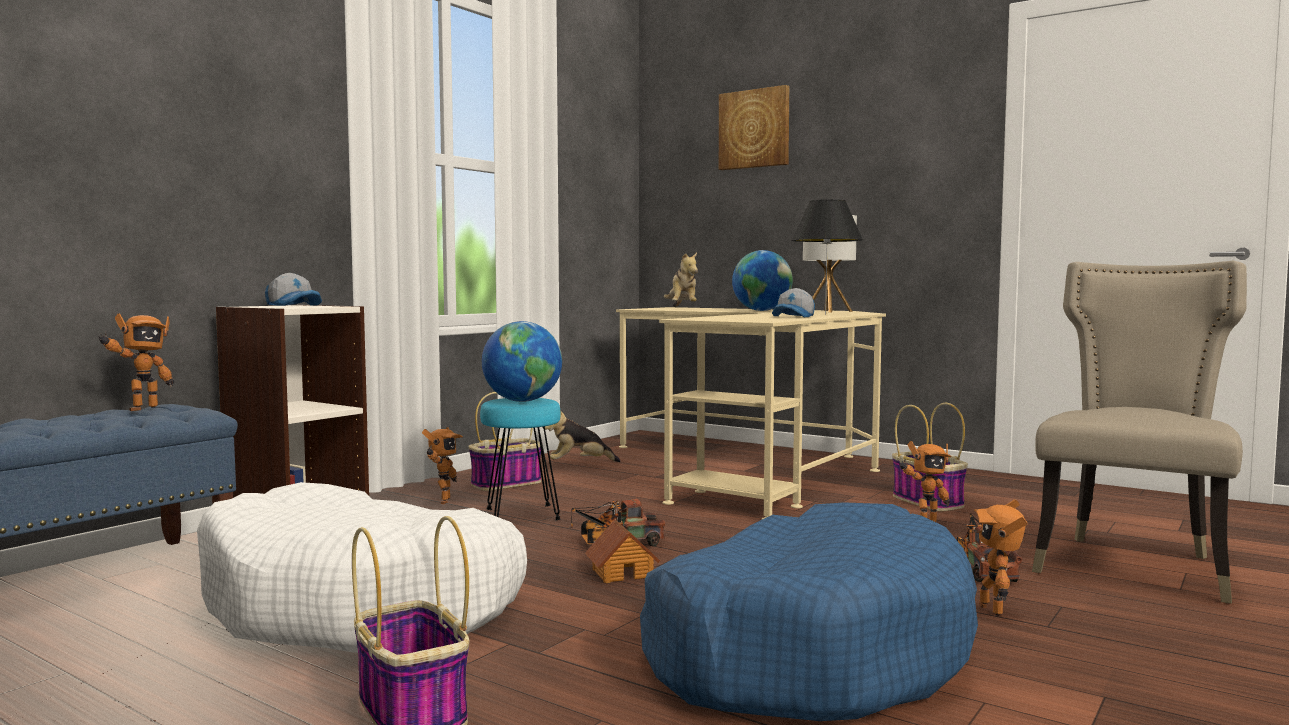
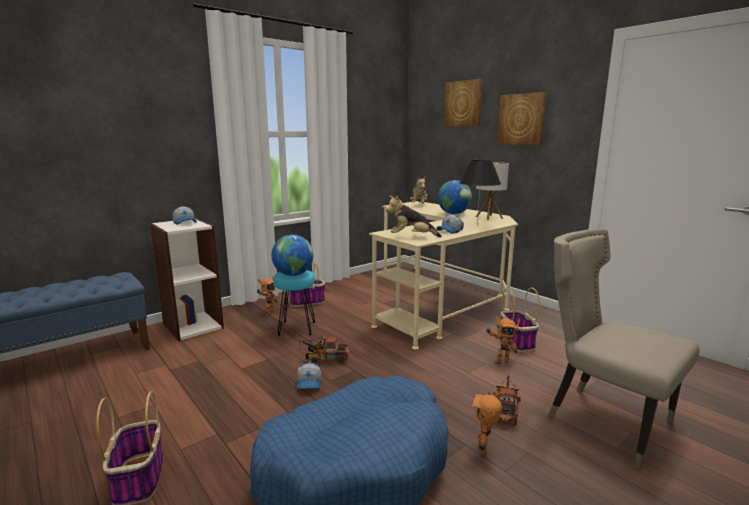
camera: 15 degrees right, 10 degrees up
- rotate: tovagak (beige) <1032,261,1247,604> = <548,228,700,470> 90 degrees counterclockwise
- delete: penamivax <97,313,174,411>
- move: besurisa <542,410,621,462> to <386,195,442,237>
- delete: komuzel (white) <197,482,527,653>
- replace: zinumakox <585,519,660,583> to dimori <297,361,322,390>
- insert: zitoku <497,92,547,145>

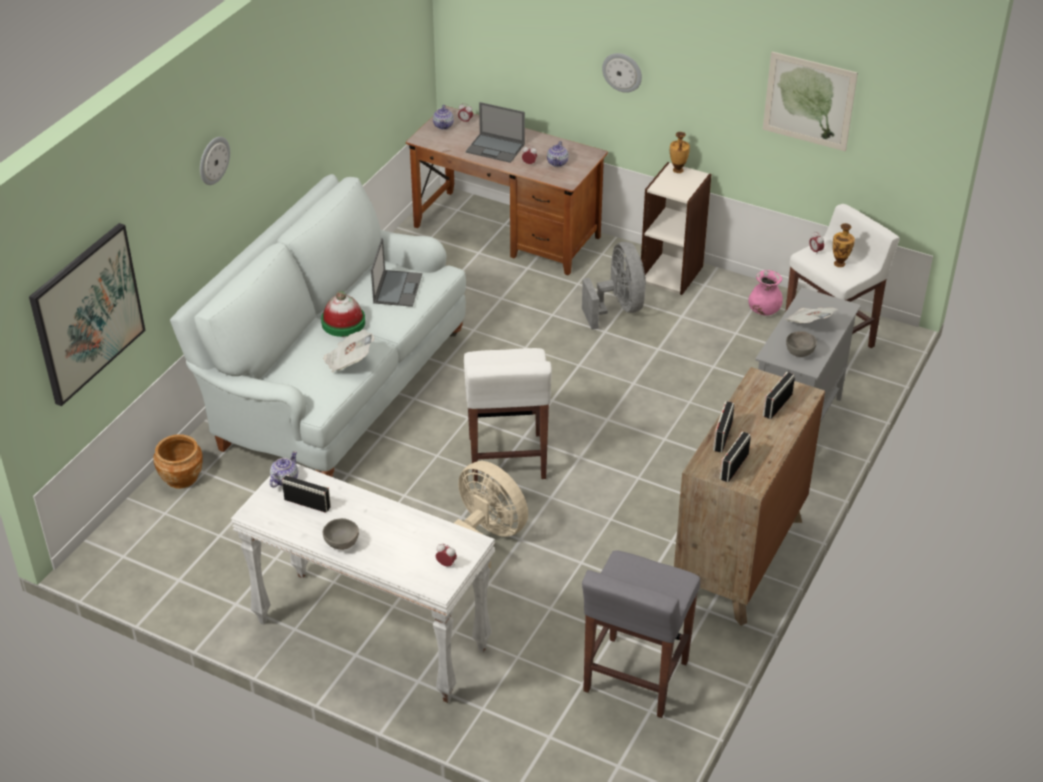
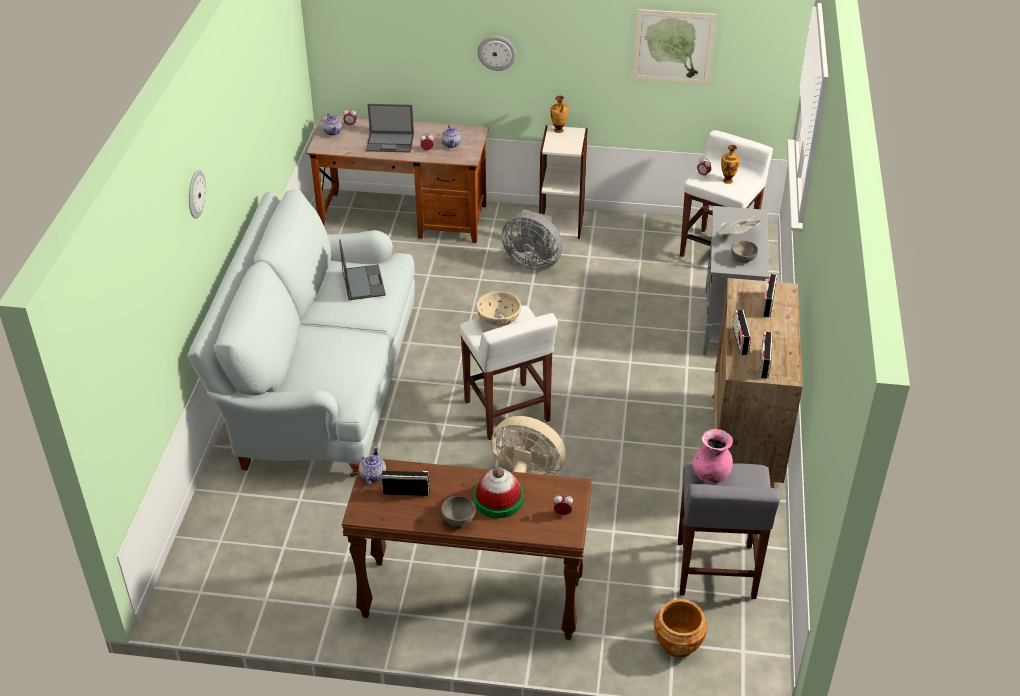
camera: 20 degrees left, 0 degrees up
- delete: zitoku <29,223,146,406>
- rotate: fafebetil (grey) <582,242,646,330> = <502,209,563,270> 150 degrees clockwise
- move: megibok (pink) <748,270,783,316> to <692,429,733,483>
- move: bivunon <321,291,365,337> to <474,467,524,518>
- delete: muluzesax <323,330,374,373>
- move: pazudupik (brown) <153,434,203,489> to <654,599,707,658>
- recolor: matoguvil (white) <231,463,495,703> to matoguvil (brown) <342,457,591,640>
- insert: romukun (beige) <476,291,521,326>

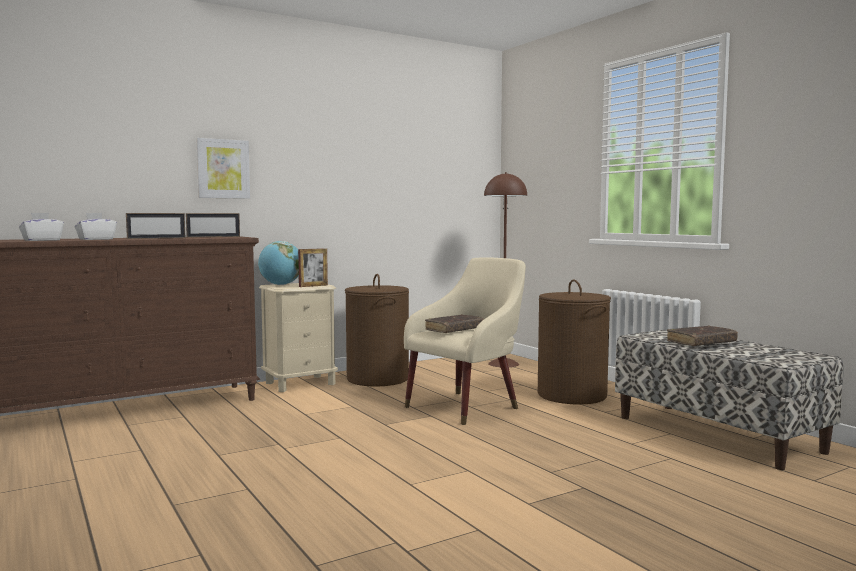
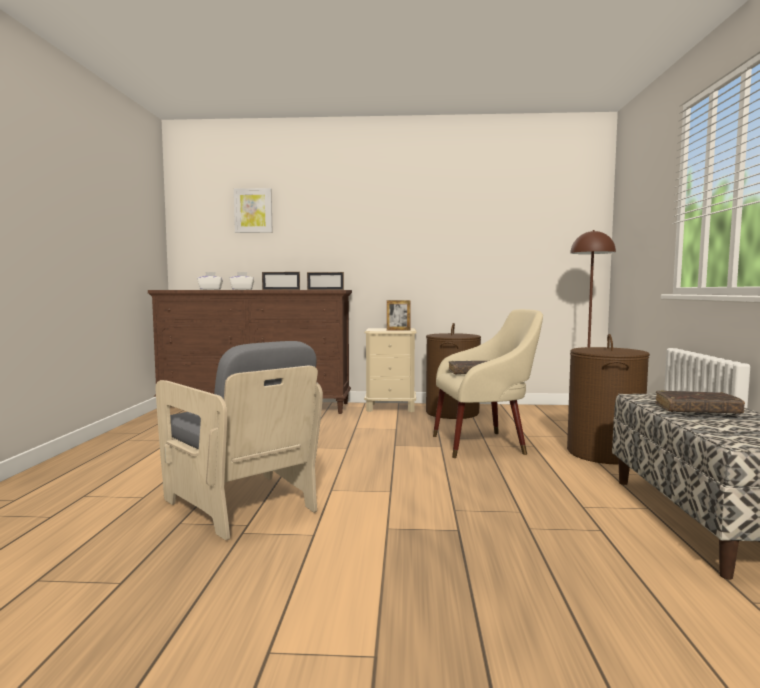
camera: 35 degrees right, 0 degrees up
- move: zitoku <196,138,250,199> to <234,188,273,233>
- delete: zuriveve <258,241,299,285>
- insert: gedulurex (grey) <155,341,323,540>

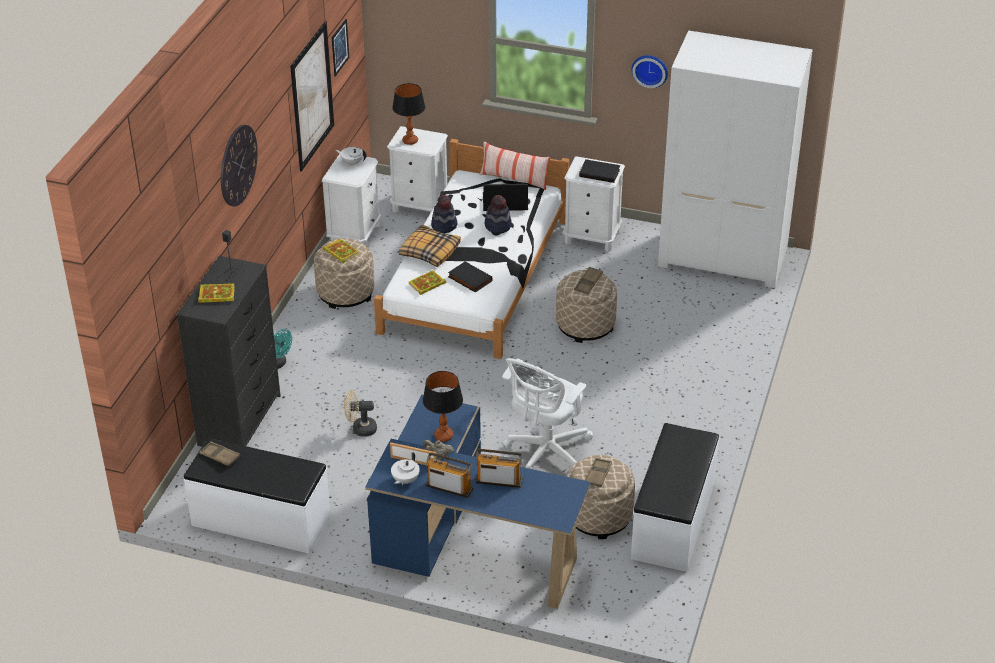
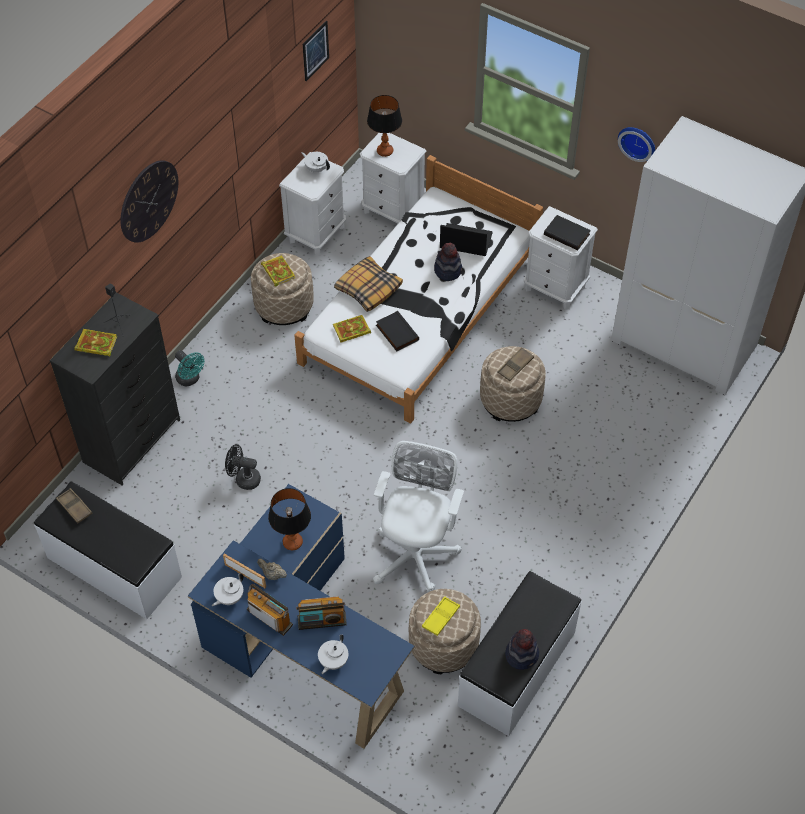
camera: 15 degrees right, 15 degrees up
- delete: zitoku <290,21,334,172>
- delete: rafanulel <480,141,550,190>
- move: bivunon <431,195,457,233> to <505,629,539,670>
- rotate: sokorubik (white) <502,358,593,470> = <373,441,464,592> 150 degrees clockwise
- recolor: fafebetil (beige) <344,390,377,437> to fafebetil (black) <225,444,261,490>
- rotate: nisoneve <475,449,523,488> = <296,596,347,630> 150 degrees clockwise
- recolor: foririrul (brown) <585,458,612,487> to foririrul (yellow) <422,597,460,636>
- insert: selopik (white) <318,634,348,674>

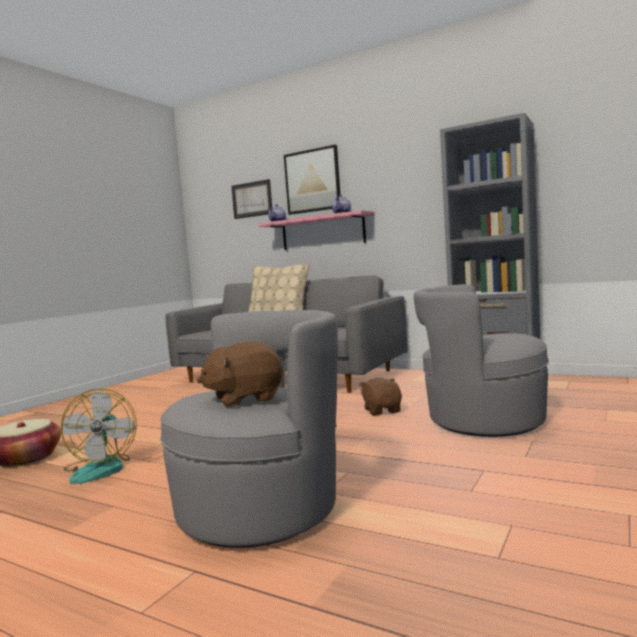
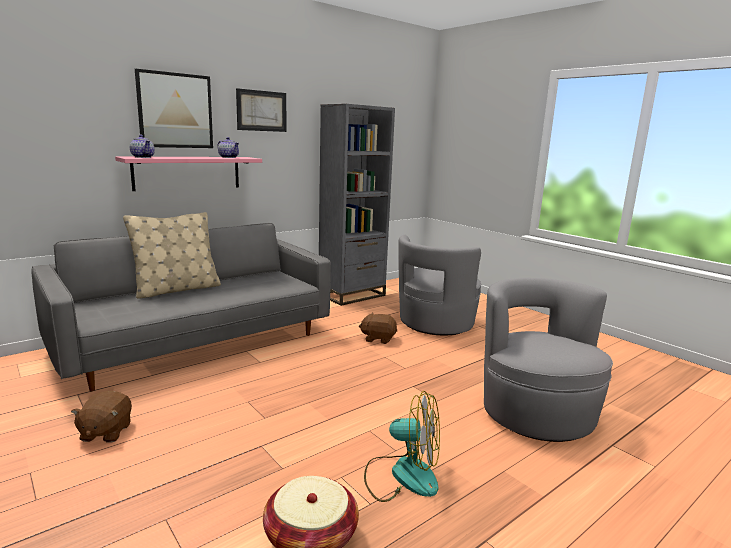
camera: 70 degrees left, 10 degrees up
- move: zitoku <231,179,272,219> to <236,88,286,132>
- move: besurisa (brown) <197,341,283,407> to <71,391,132,443>

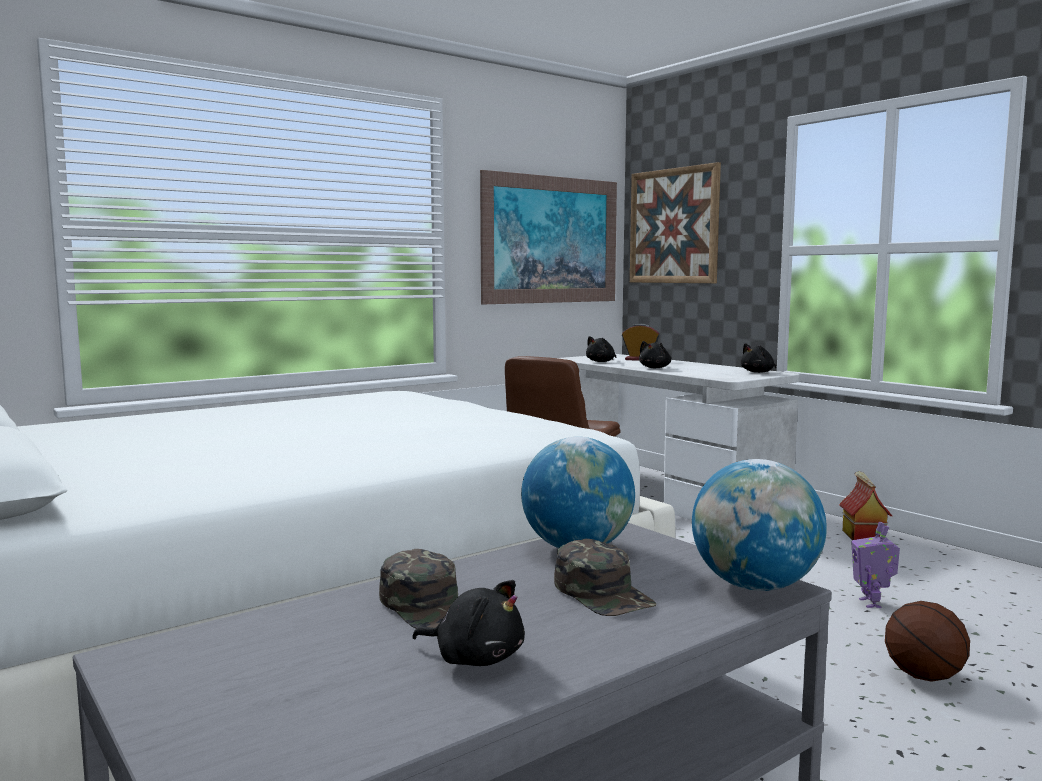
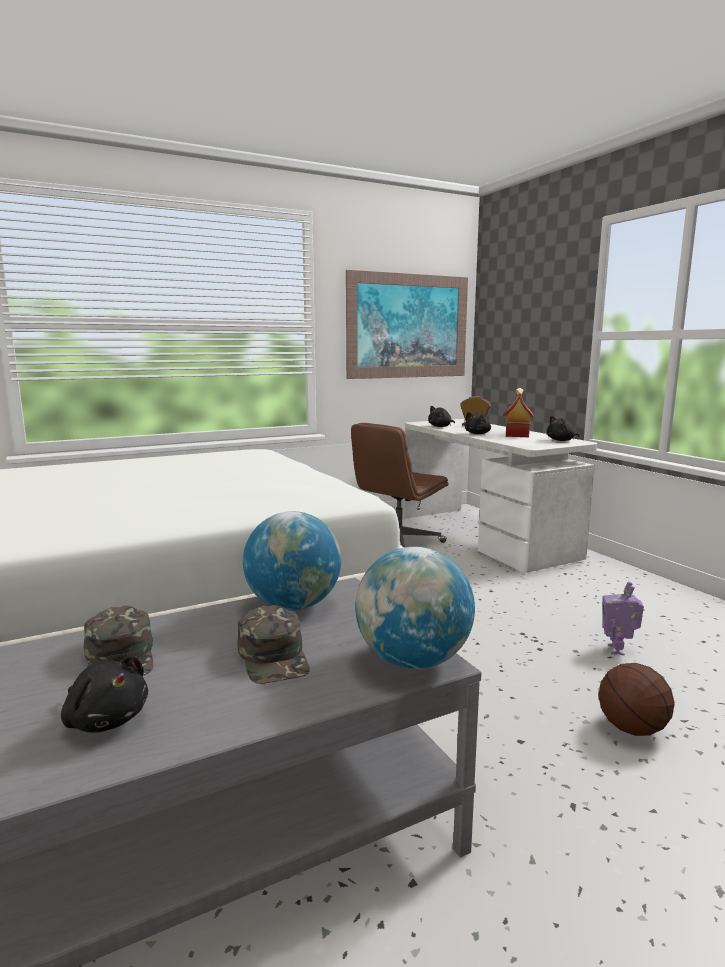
camera: 10 degrees right, 5 degrees up
- delete: zitoku <630,162,721,283>
- move: zinumakox <839,471,892,540> to <503,388,534,437>

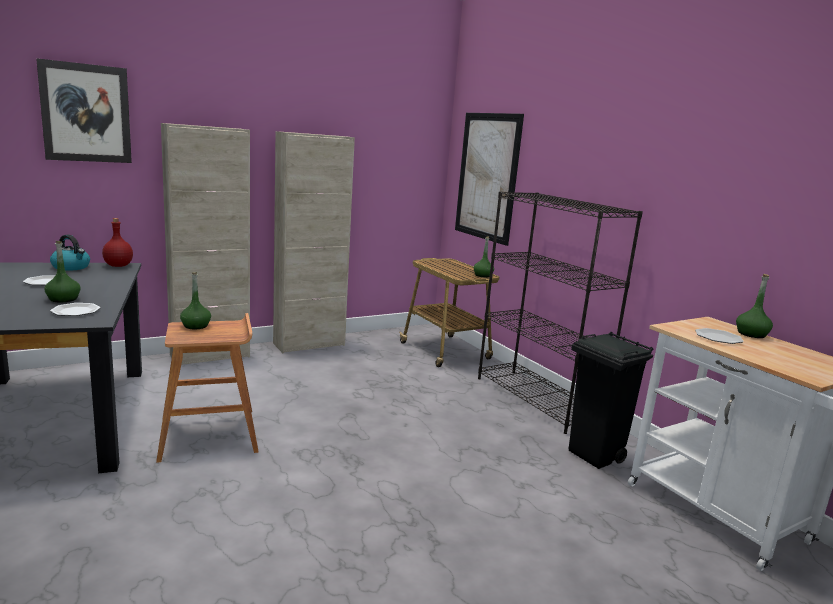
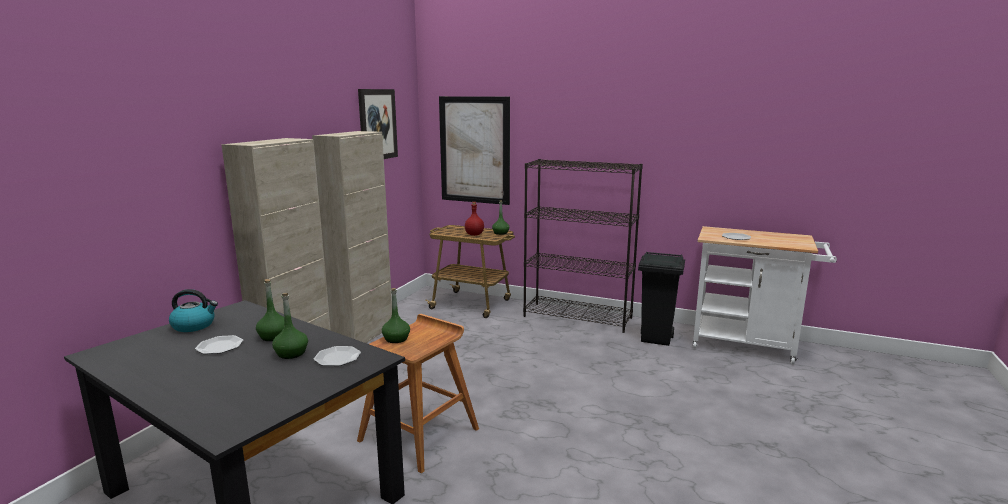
camera: 35 degrees left, 0 degrees up
- move: zitoku <36,58,132,163> to <358,89,398,159>
- move: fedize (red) <102,218,133,267> to <465,202,484,236>
- move: fedize (green) <736,274,773,338> to <256,279,284,341>

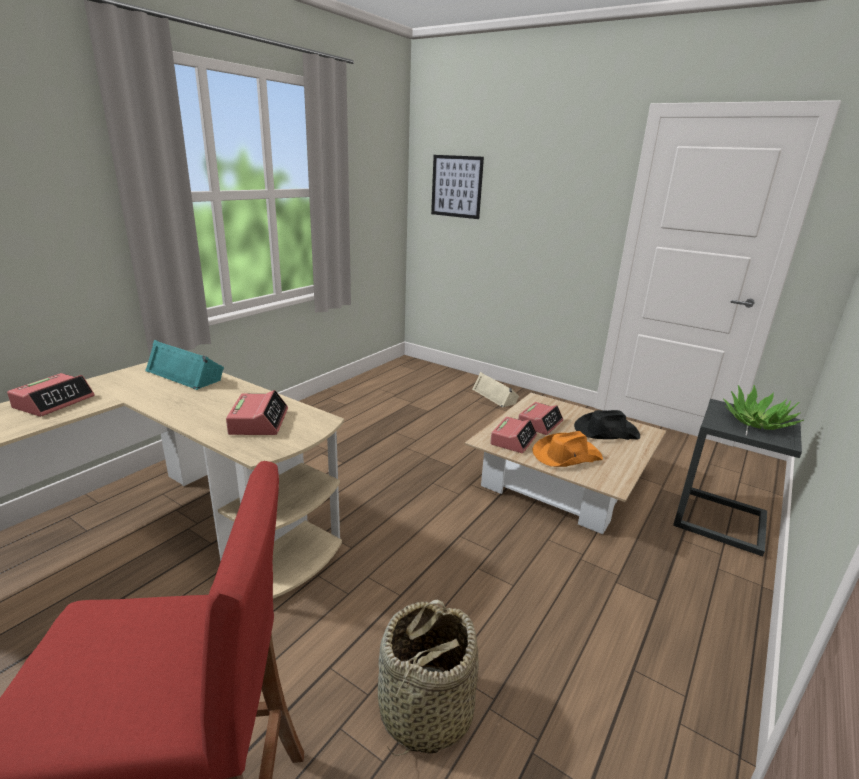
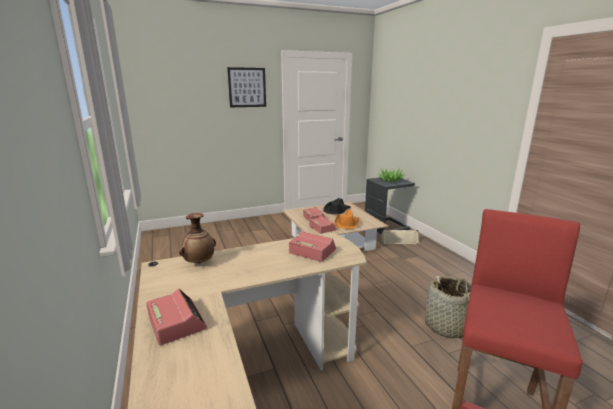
camera: 55 degrees left, 5 degrees down
- move: zitoku <431,155,484,219> to <227,67,266,107>
- replace: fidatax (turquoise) <145,340,224,390> to megibok <179,213,216,264>
- move: fidatax (beige) <472,372,519,408> to <382,230,419,244>

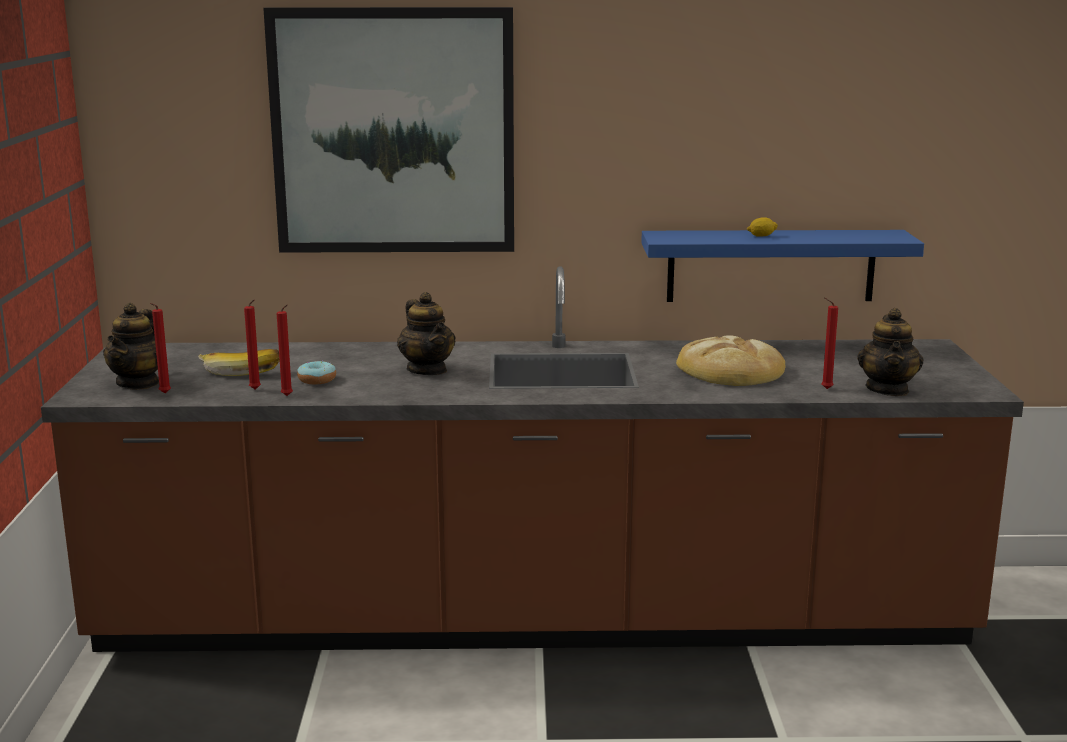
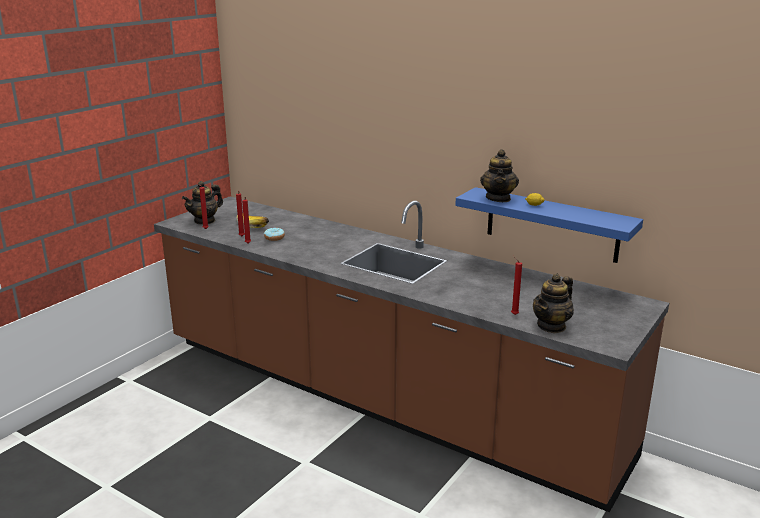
camera: 35 degrees right, 5 degrees up
- delete: zitoku <263,7,514,253>
- move: selopik <397,292,456,375> to <480,149,519,202>
- delete: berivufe <676,335,785,386>

